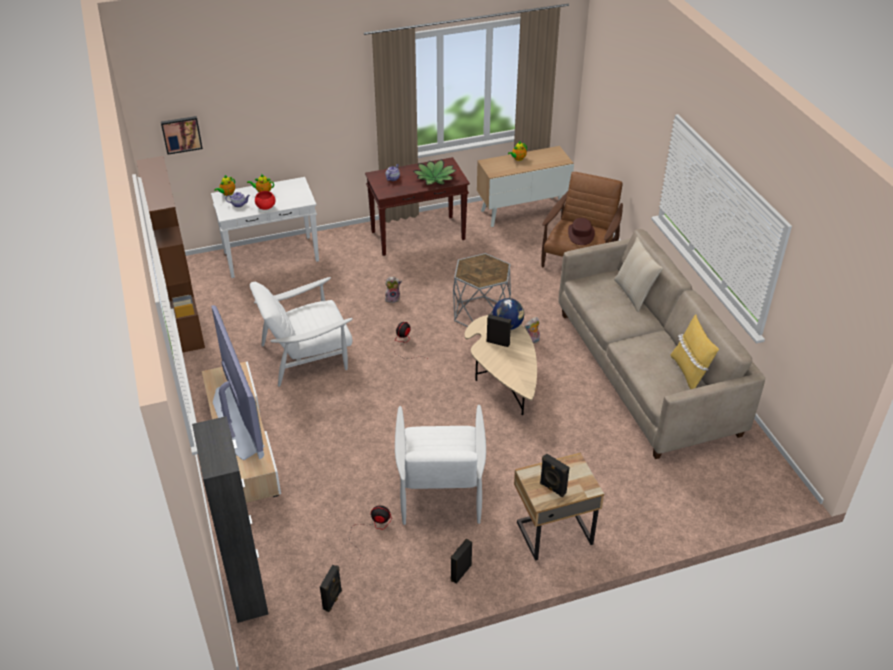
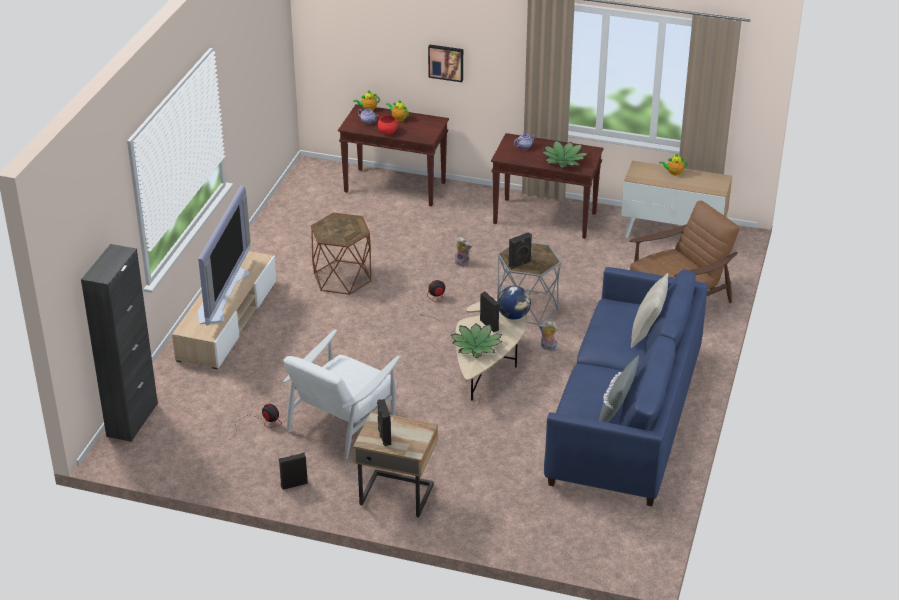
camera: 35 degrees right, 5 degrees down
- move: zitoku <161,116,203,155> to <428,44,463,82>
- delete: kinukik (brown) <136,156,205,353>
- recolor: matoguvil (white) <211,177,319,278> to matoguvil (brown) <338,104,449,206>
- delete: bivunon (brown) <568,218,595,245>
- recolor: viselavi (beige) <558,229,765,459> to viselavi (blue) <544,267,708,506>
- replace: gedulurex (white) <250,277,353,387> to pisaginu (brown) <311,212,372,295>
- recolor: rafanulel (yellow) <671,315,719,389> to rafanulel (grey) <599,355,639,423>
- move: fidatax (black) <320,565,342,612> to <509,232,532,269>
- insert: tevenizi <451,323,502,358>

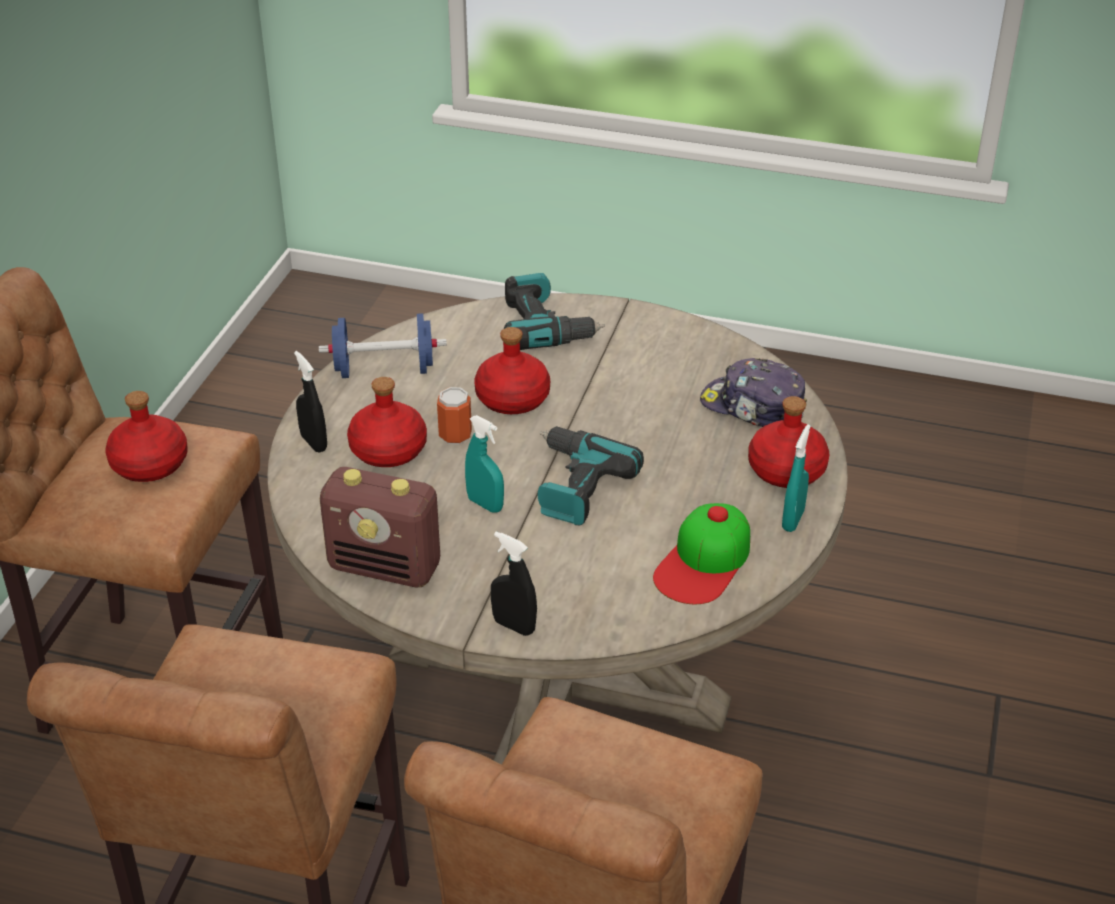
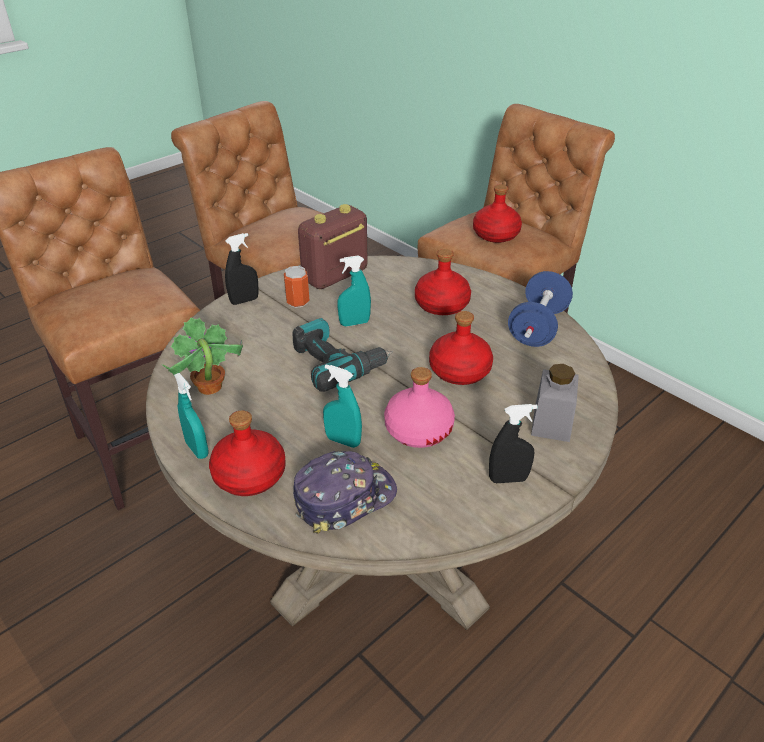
camera: 120 degrees right, 0 degrees up
- replace: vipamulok <504,273,605,350> to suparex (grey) <531,364,579,442>
- move: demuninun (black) <294,351,327,453> to <489,404,538,483>
- move: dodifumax <437,387,472,444> to <284,266,310,308>
- replace: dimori <653,503,750,604> to tevenizi <162,318,243,395>
- insert: demuninun (turquoise) <323,364,362,448>
- insert: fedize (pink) <384,367,455,448>

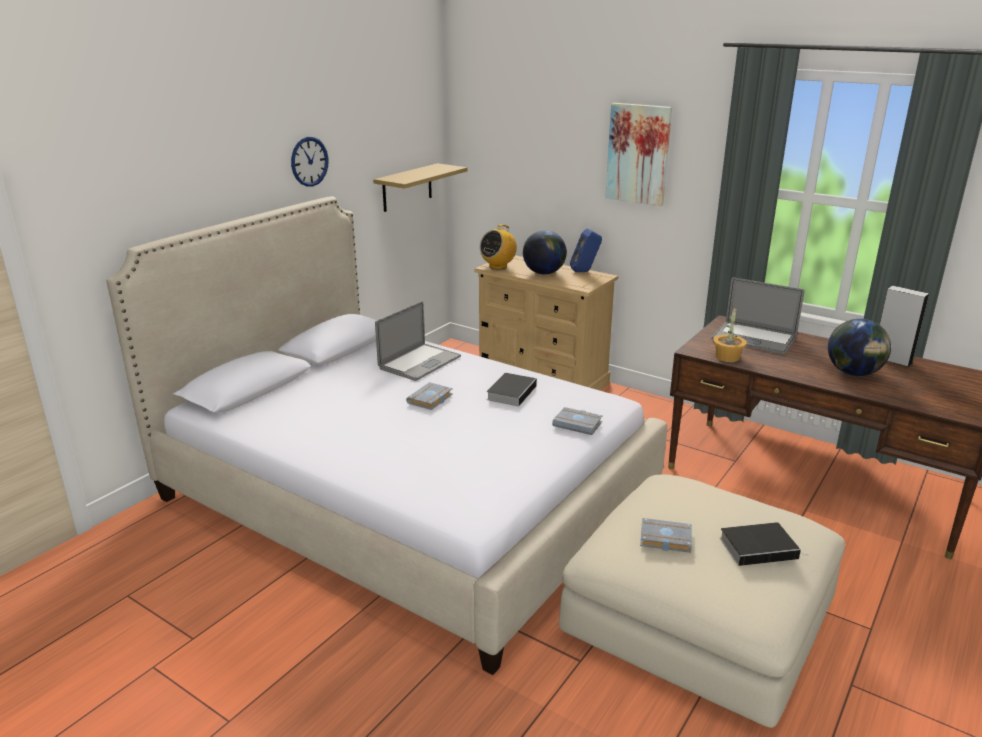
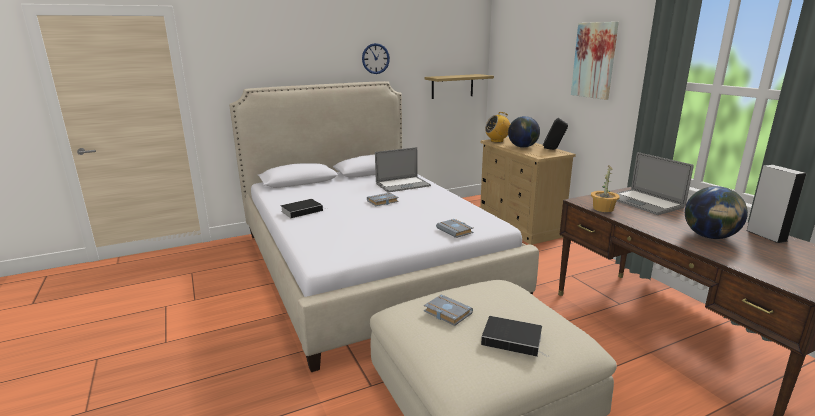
camera: 30 degrees right, 5 degrees down
- recolor: fidatax (blue) <570,228,602,272> to fidatax (black) <543,118,568,150>
- move: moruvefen <487,373,537,406> to <281,199,328,218>

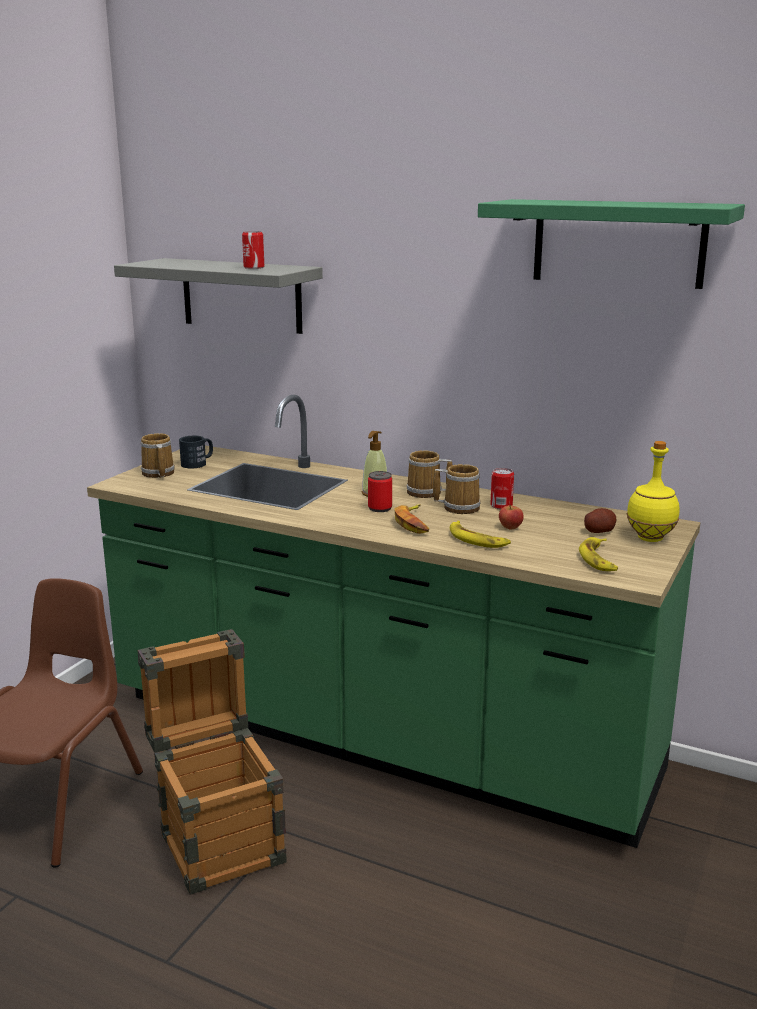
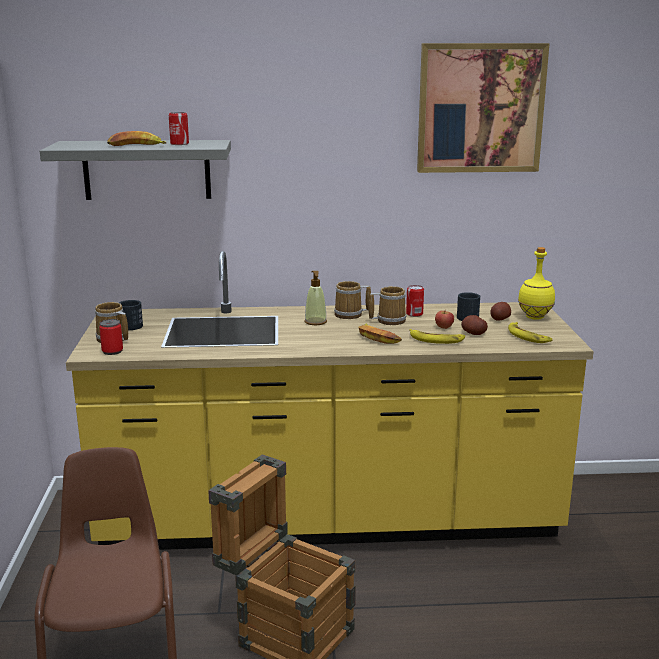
camera: 30 degrees left, 0 degrees up
- replace: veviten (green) <478,199,745,289> to zitoku <417,43,550,173>
- recolor: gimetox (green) <87,395,701,848> to gimetox (yellow) <66,251,594,550>
- move: dodifumax <368,471,392,512> to <99,319,123,355>
- insert: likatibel <107,131,167,146>
- insert: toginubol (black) <457,292,480,321>
- insert: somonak <461,315,488,335>

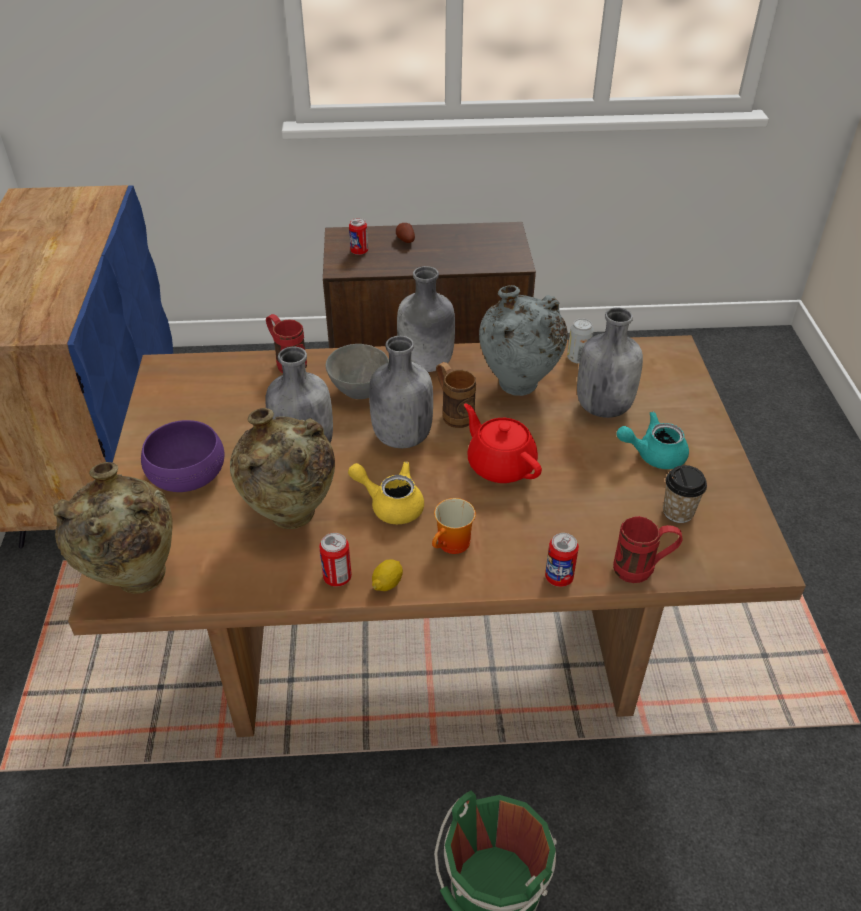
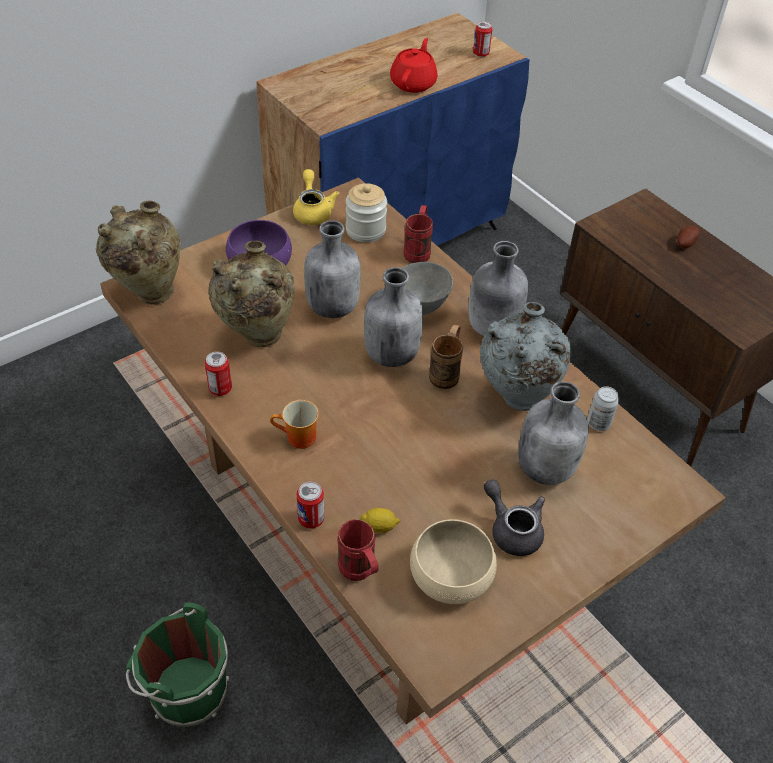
camera: 55 degrees right, 5 degrees up
- move: dodifumax <349,218,368,255> to <473,21,493,57>
- move: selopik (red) <464,403,542,483> to <390,38,438,93>
- recolor: selopik (turquoise) <617,412,689,469> to selopik (grey) <484,479,545,556>
- move: selopik (yellow) <348,462,424,524> to <293,169,339,225>
- replace: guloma <663,465,707,523> to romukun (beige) <410,519,497,604>
- move: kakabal <372,559,403,591> to <359,508,400,533>
- insert: suparex <346,183,387,243>

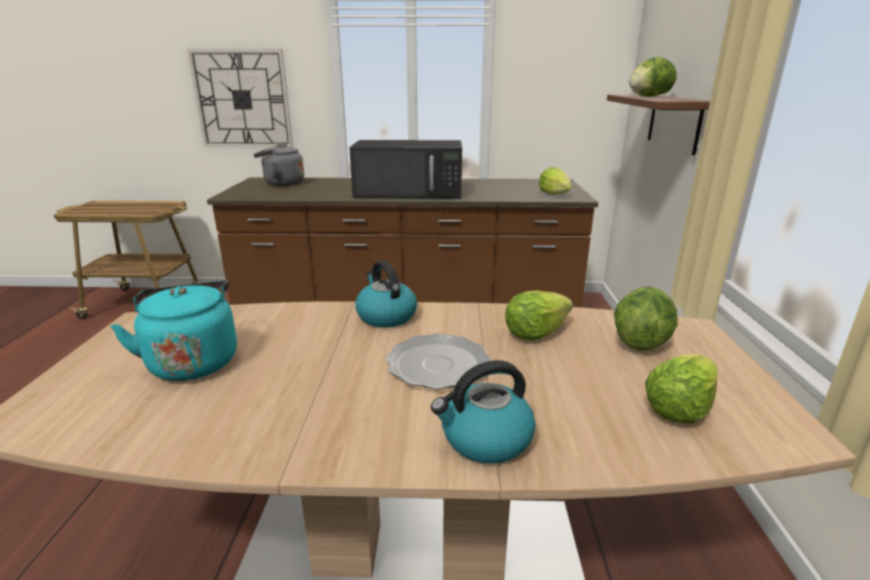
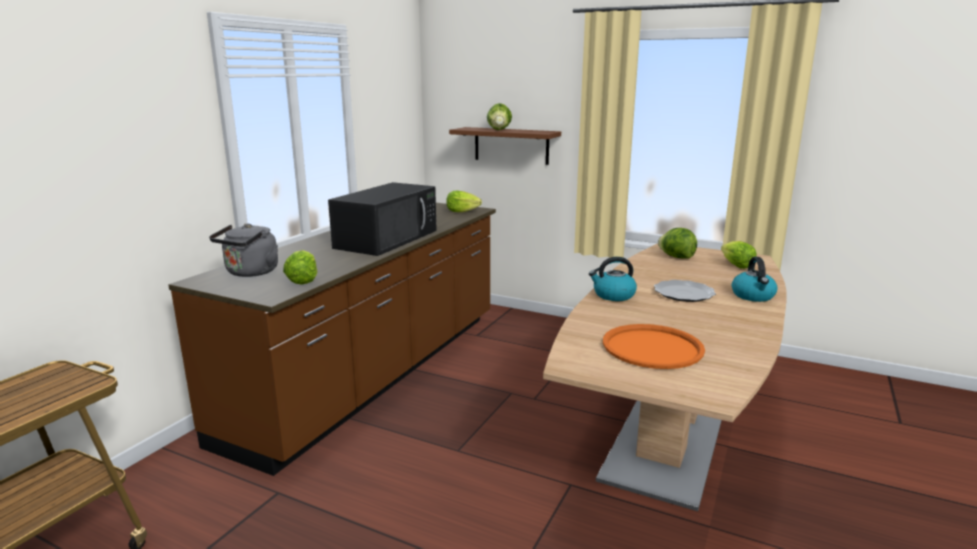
camera: 65 degrees left, 5 degrees down
- delete: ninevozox <187,49,293,147>
- replace: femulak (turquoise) <110,281,237,381> to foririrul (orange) <603,324,705,369>
- move: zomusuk <505,290,573,340> to <283,250,317,285>

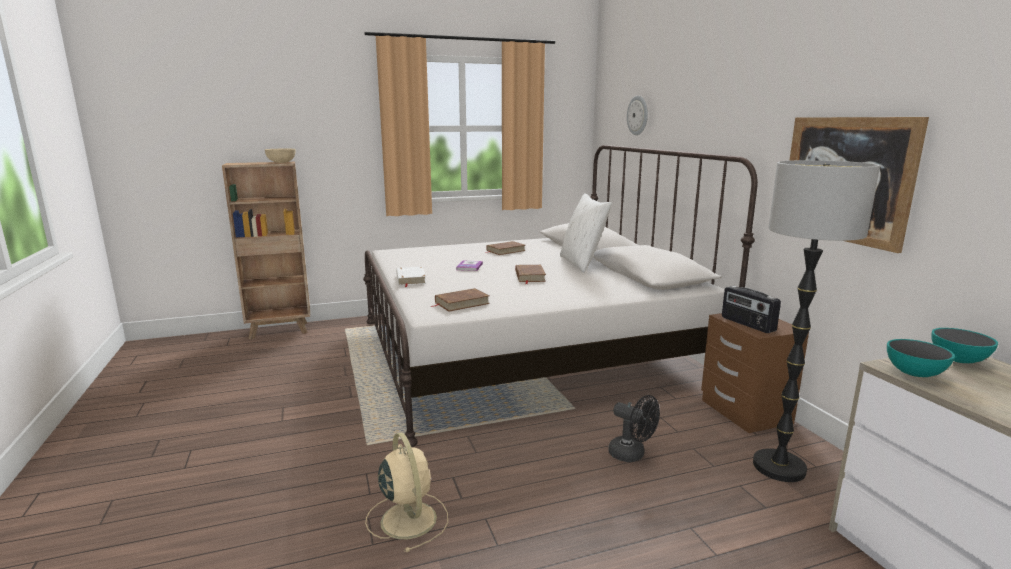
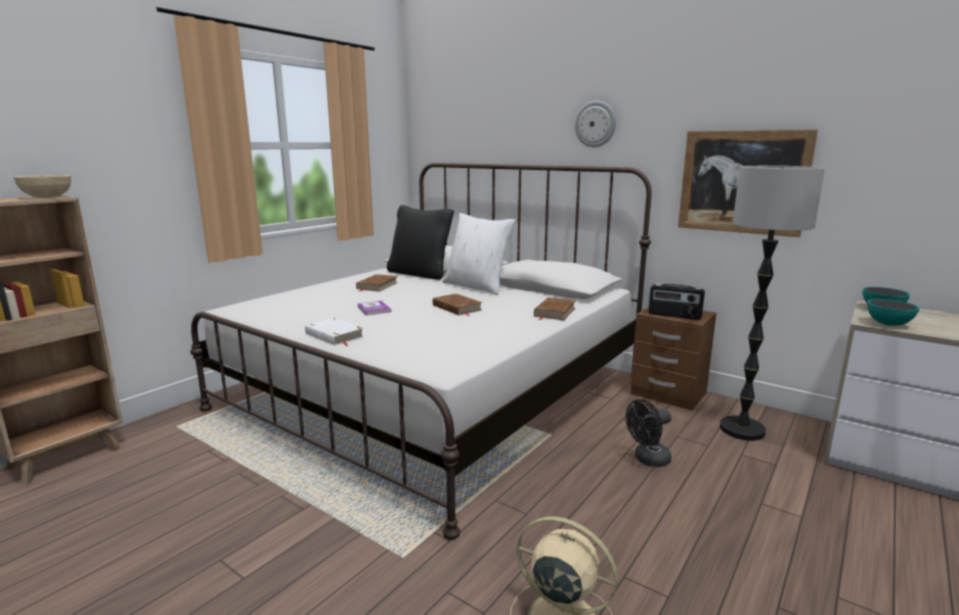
camera: 35 degrees left, 0 degrees up
- move: ninevozox <627,96,648,135> to <575,101,616,147>
- move: moruvefen (brown) <431,288,490,312> to <534,297,576,320>
- rotate: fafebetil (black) <608,395,660,462> = <626,399,672,467> 150 degrees clockwise
- insert: rafanulel (black) <387,205,454,280>

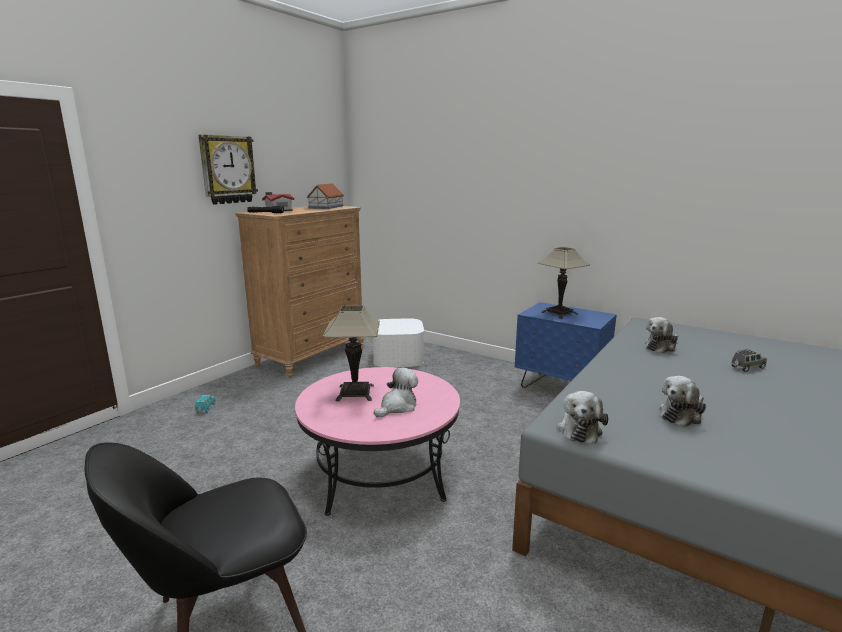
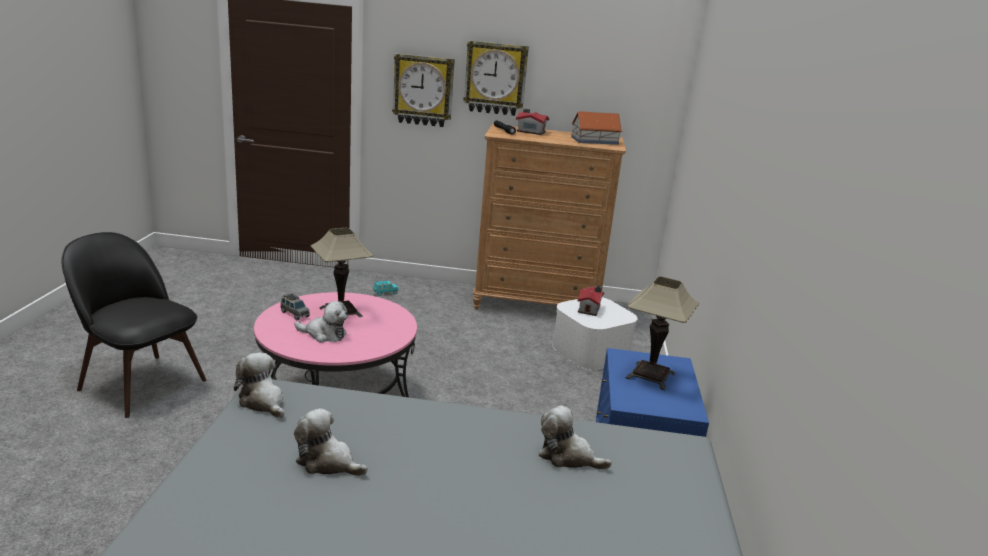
camera: 60 degrees right, 5 degrees up
- move: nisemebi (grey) <731,349,767,372> to <281,293,310,320>
- rotate: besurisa <557,391,608,444> = <234,353,284,418> 60 degrees clockwise
- insert: ninevozox <392,53,455,127>
- insert: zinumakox <577,285,604,316>

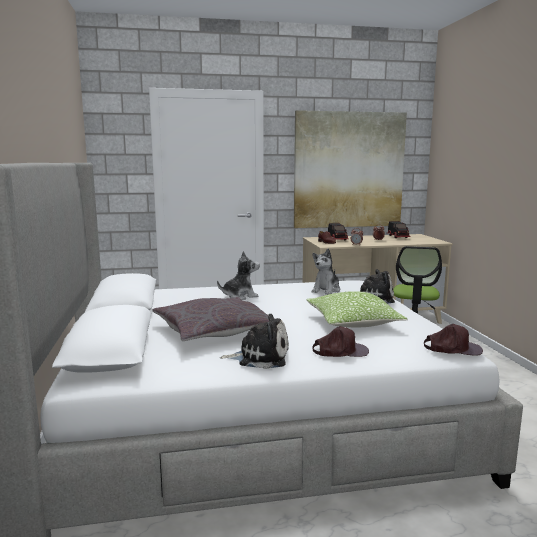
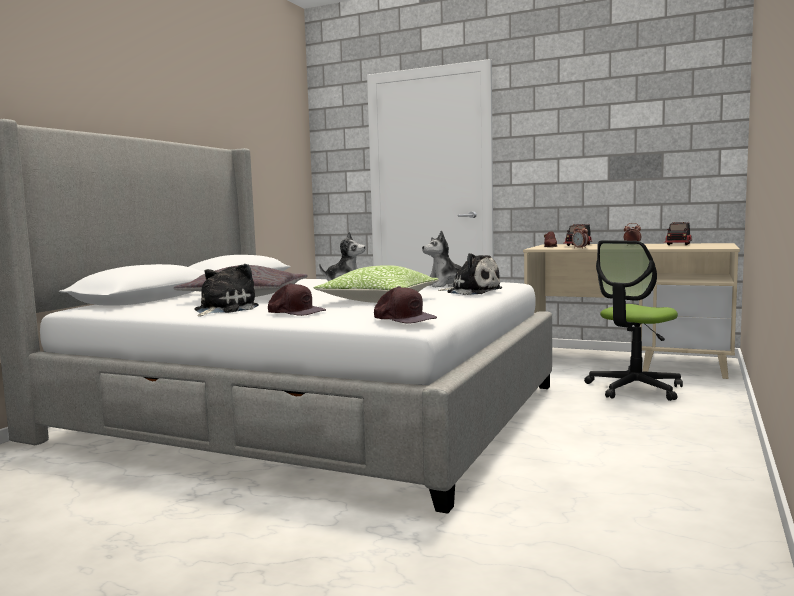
camera: 35 degrees right, 5 degrees down
- delete: zitoku <294,110,407,228>
- rotate: besurisa <220,314,289,369> = <194,264,259,316> 105 degrees counterclockwise

